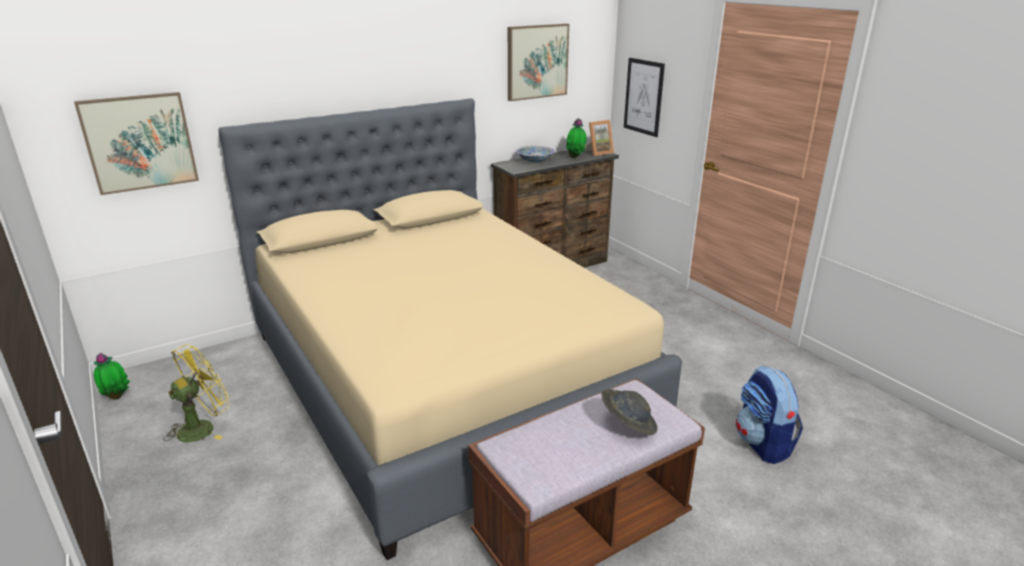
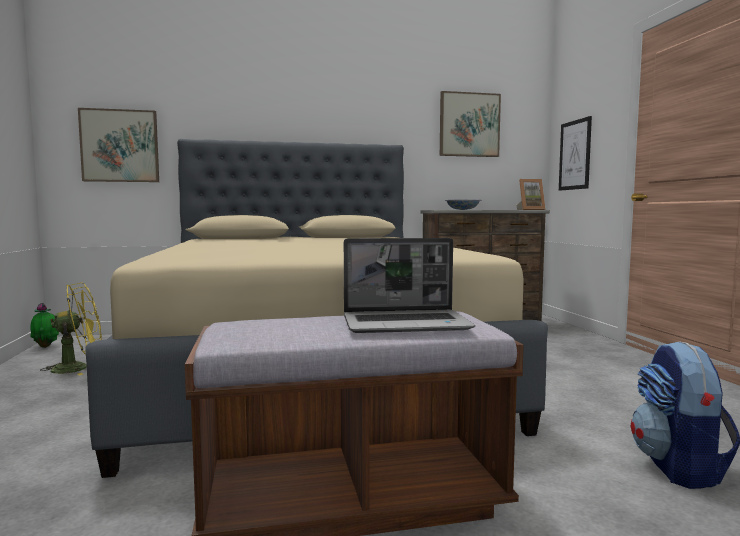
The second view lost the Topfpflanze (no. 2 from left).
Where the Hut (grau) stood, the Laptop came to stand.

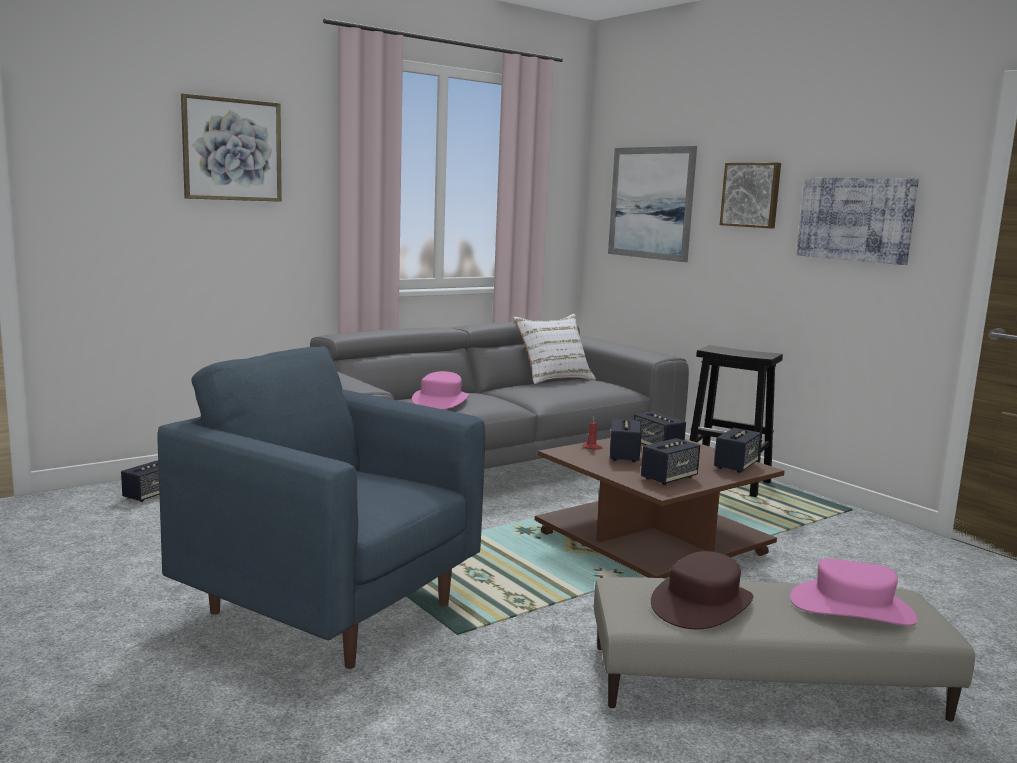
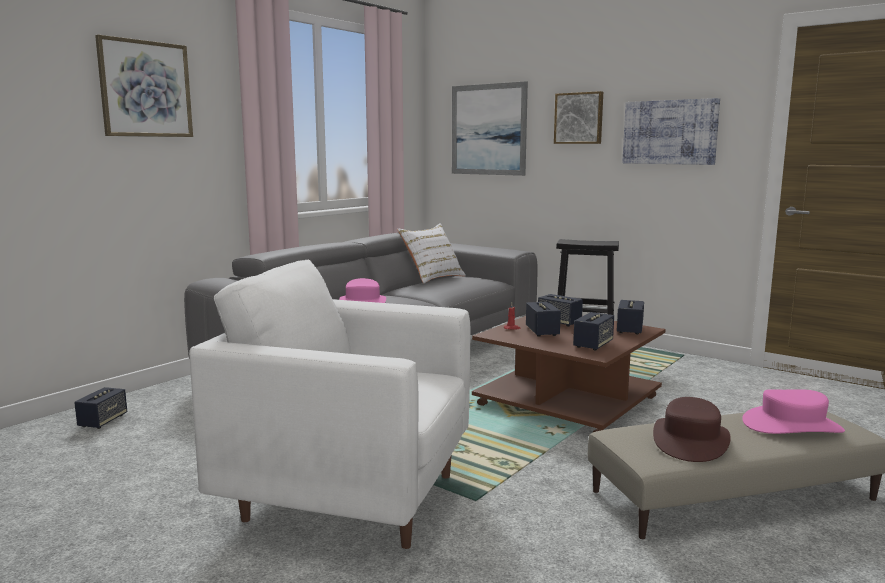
What was the Sessel (blau) turned into the Sessel (weiß).

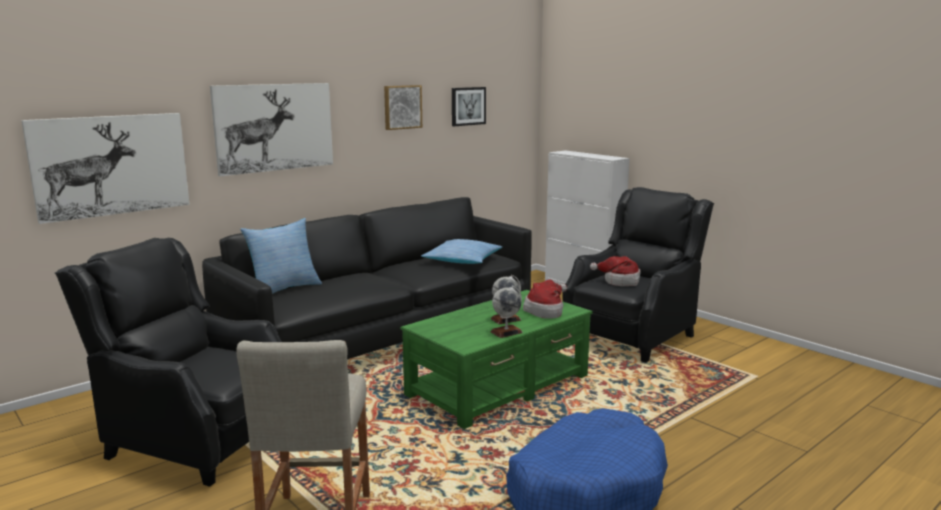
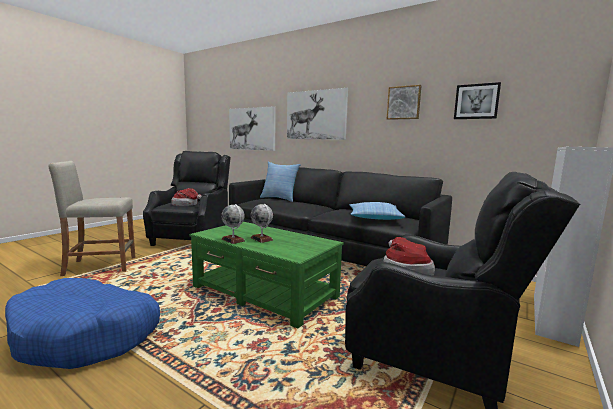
The Hut (no. 1 from left) ended up elsewhere.

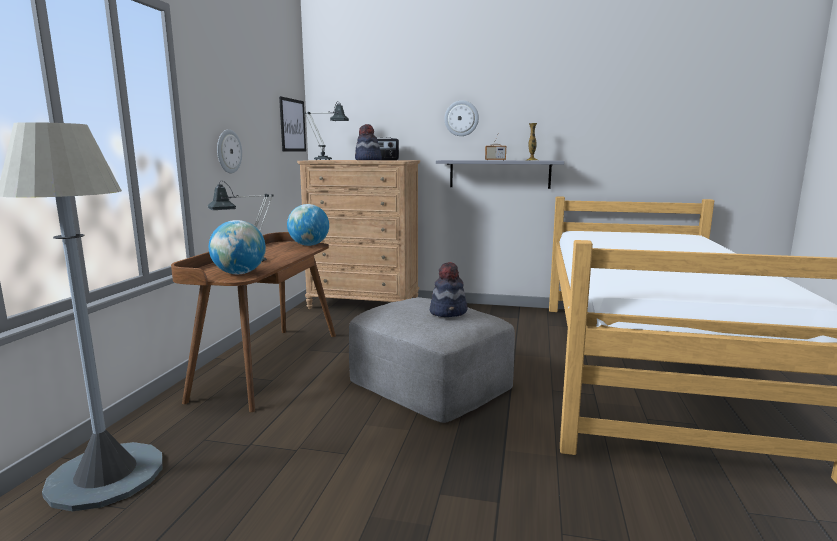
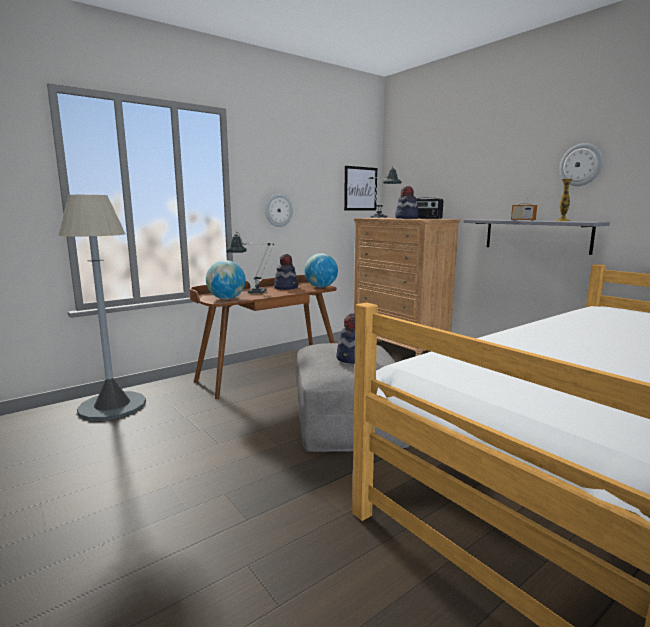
The Wanduhr (no. 2 from left) ended up elsewhere.
The second view gained the Hut (no. 1 from left).

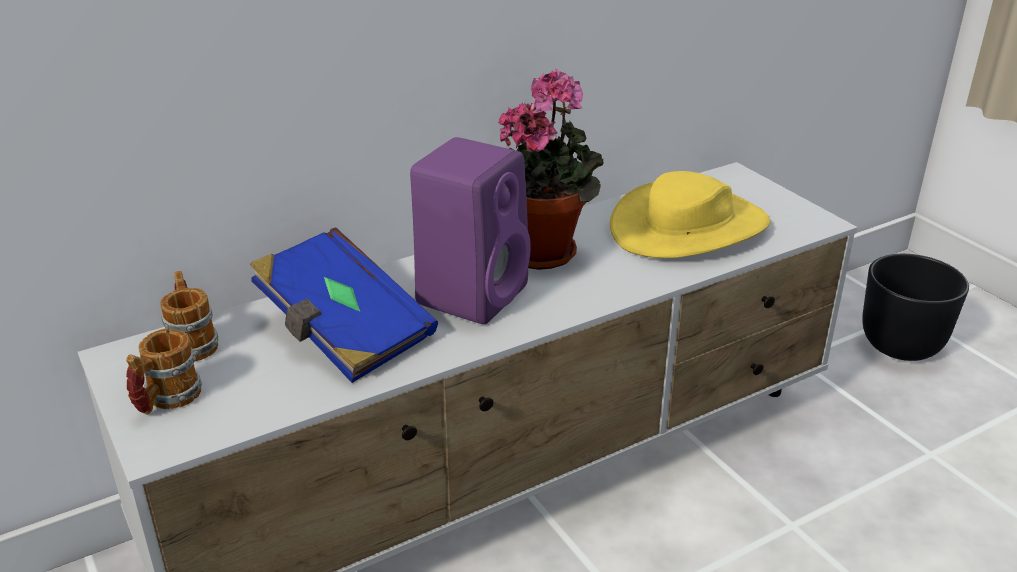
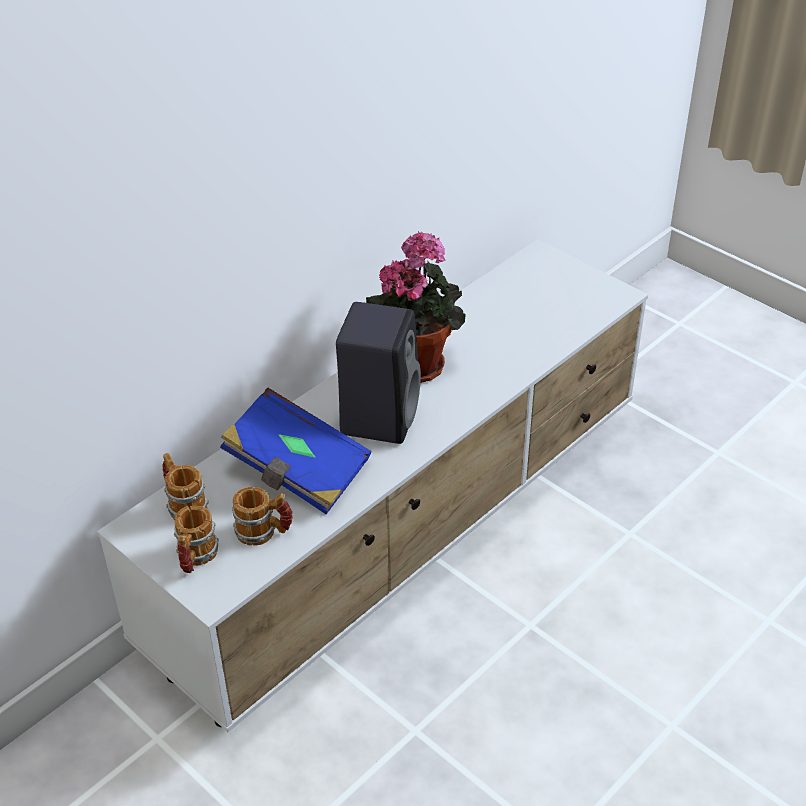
What was the Lautsprecher (lila) turned into the Lautsprecher (schwarz).
The second view lost the Hut (gelb).
The second view lost the Pflanzkübel (schwarz).
The second view gained the Henkelbecher (no. 3 from left).

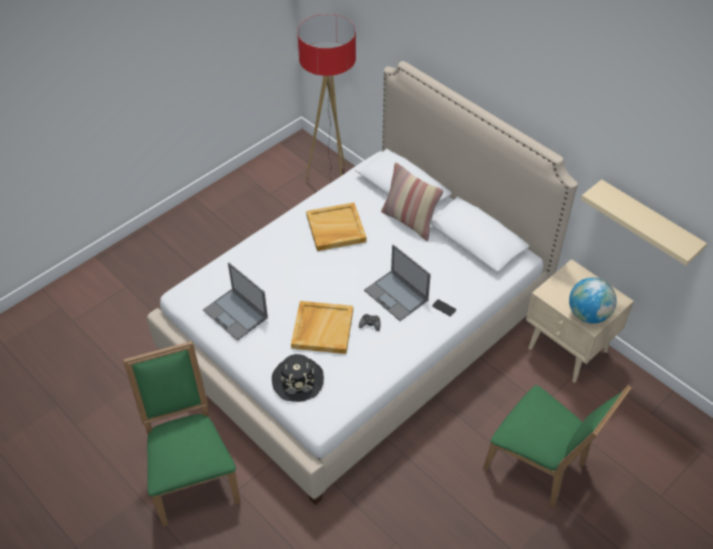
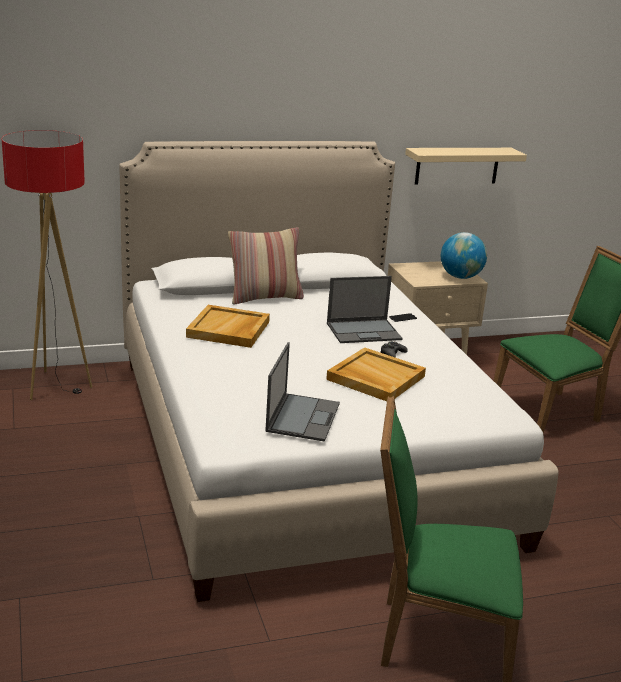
The Laptop (no. 1 from left) ended up facing another way, 60 degrees counterclockwise from before.
The second view lost the Hut (schwarz).

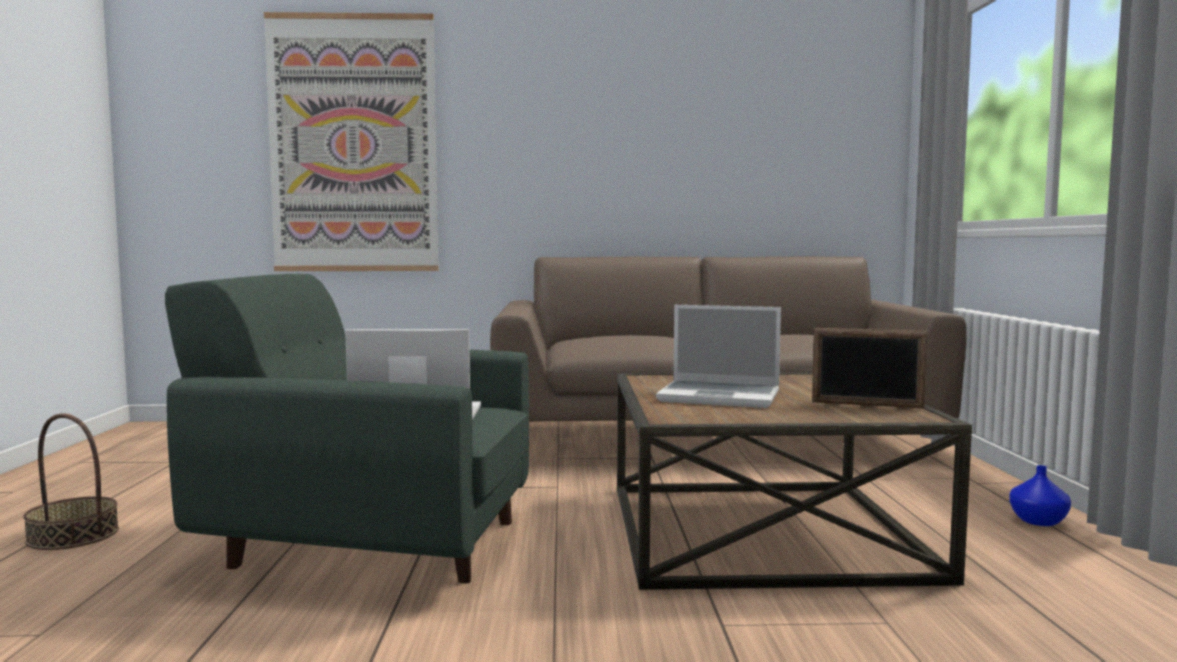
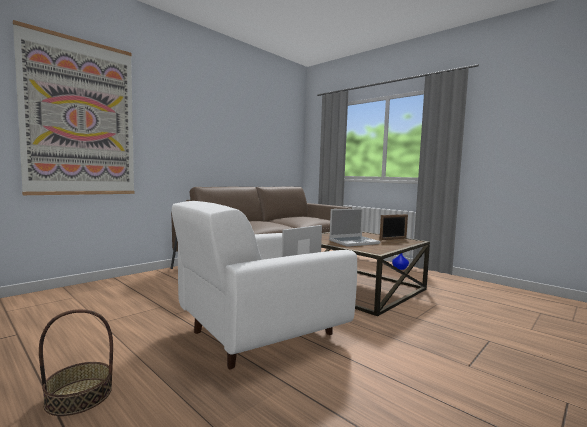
What was the Sessel (grün) turned into the Sessel (weiß).

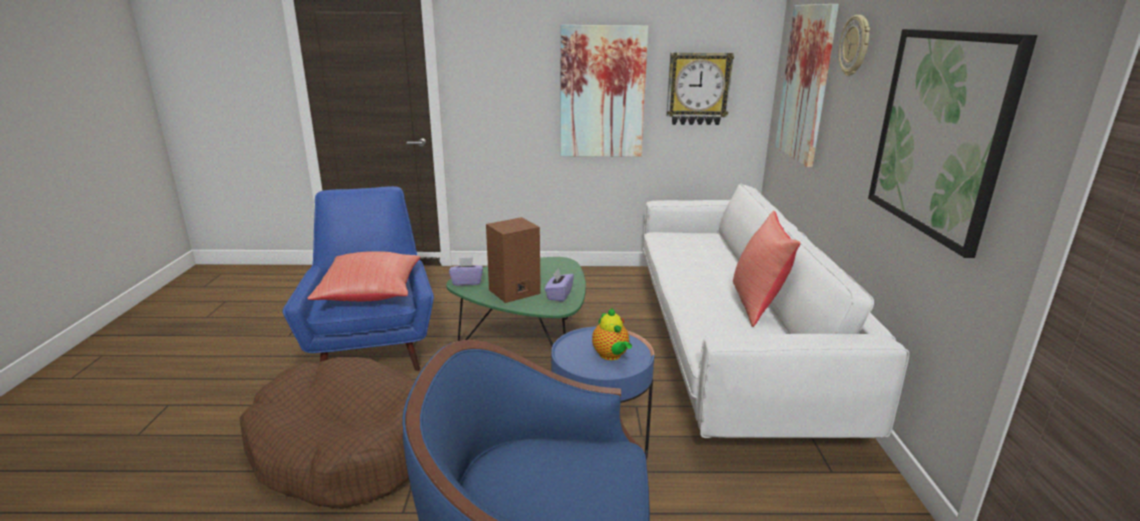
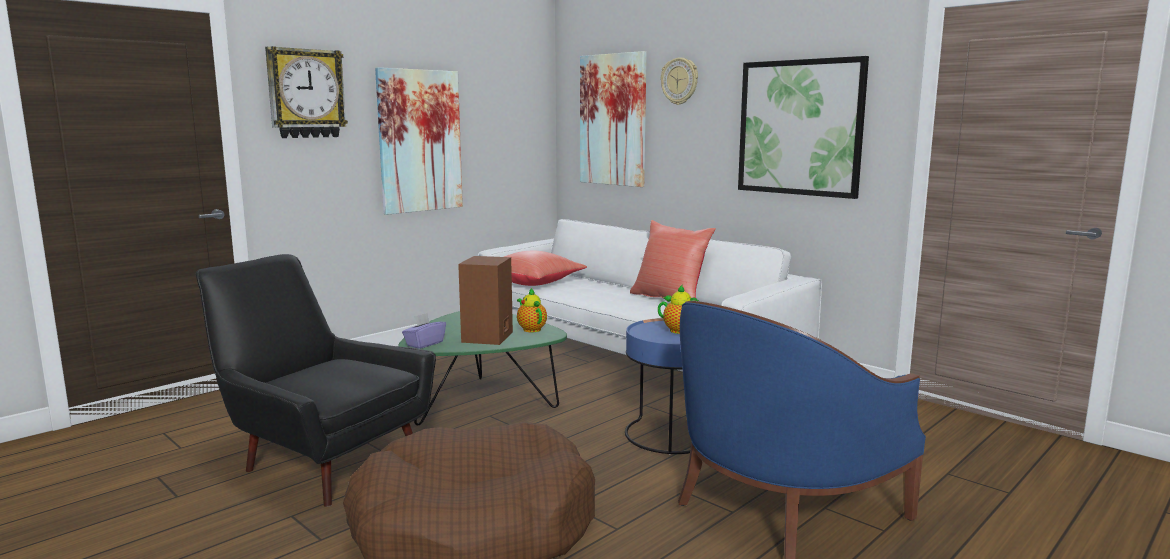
What was the Sessel (blau) (no. 1 from left) turned into the Sessel (schwarz).
The Kissen (rot) (no. 1 from left) ended up elsewhere.
Where the Taschentuchbox (lila) (no. 2 from left) stood, the Teekanne (no. 1 from left) came to stand.
The Wanduhr (no. 1 from left) ended up elsewhere.

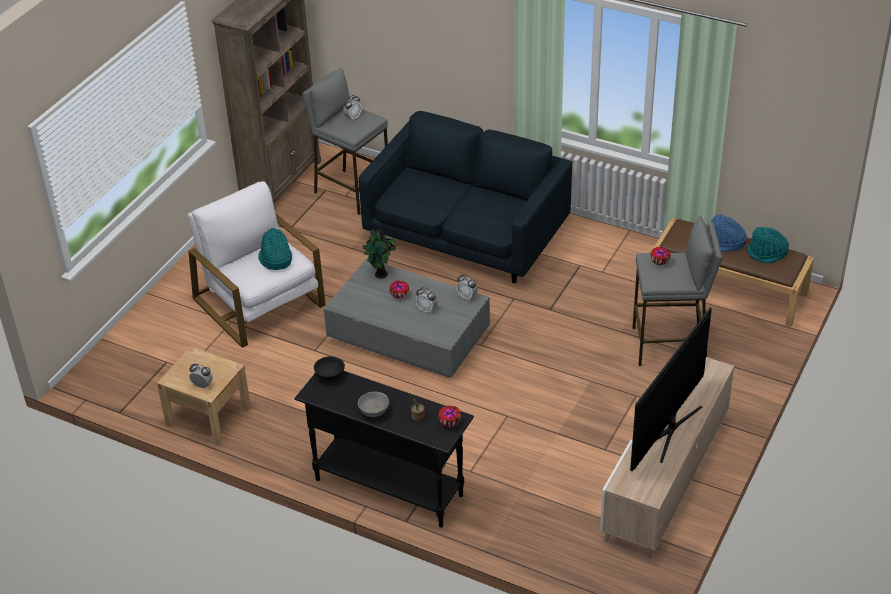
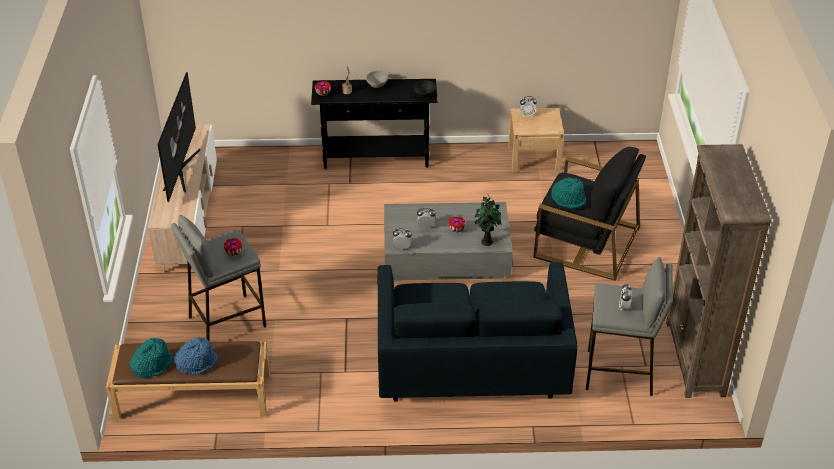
What was the Sessel (weiß) turned into the Sessel (schwarz).

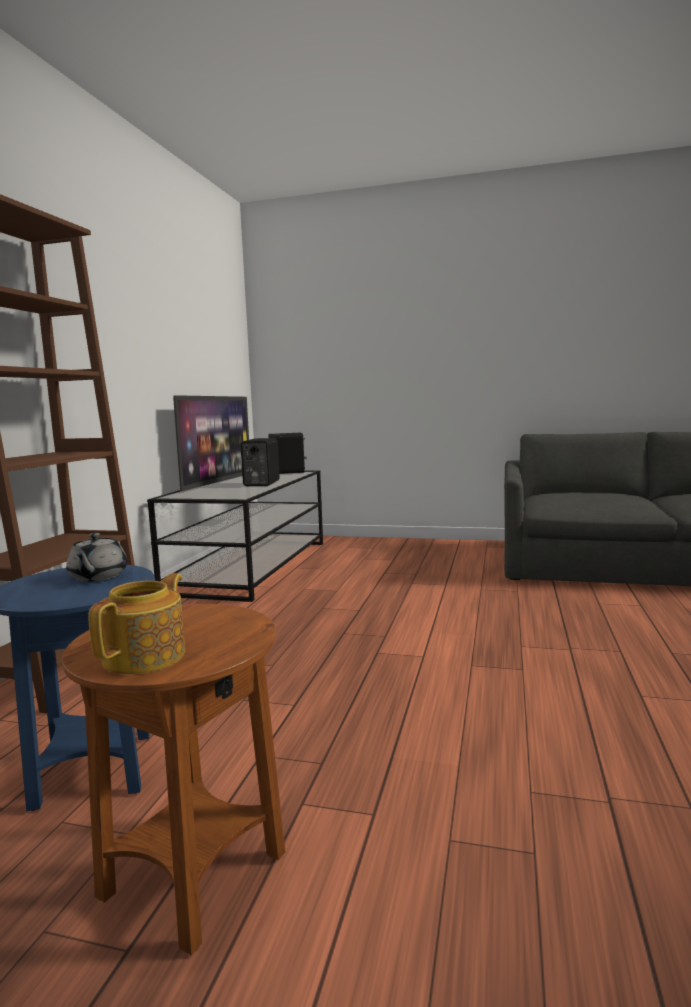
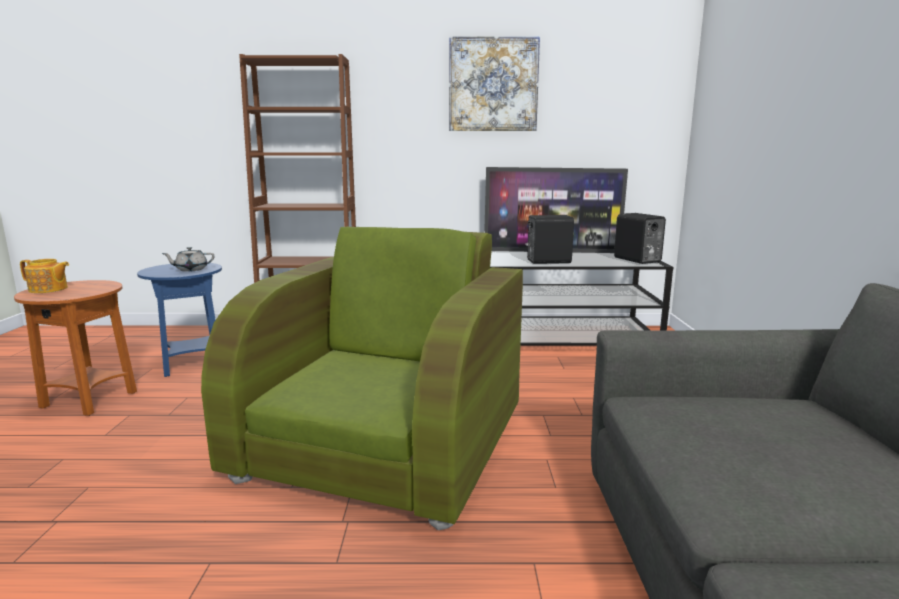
The second view gained the Sessel (grün).
The second view gained the Bild.

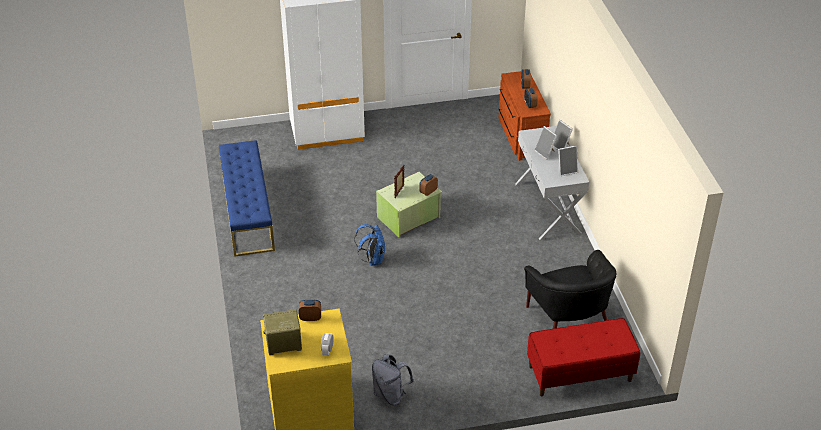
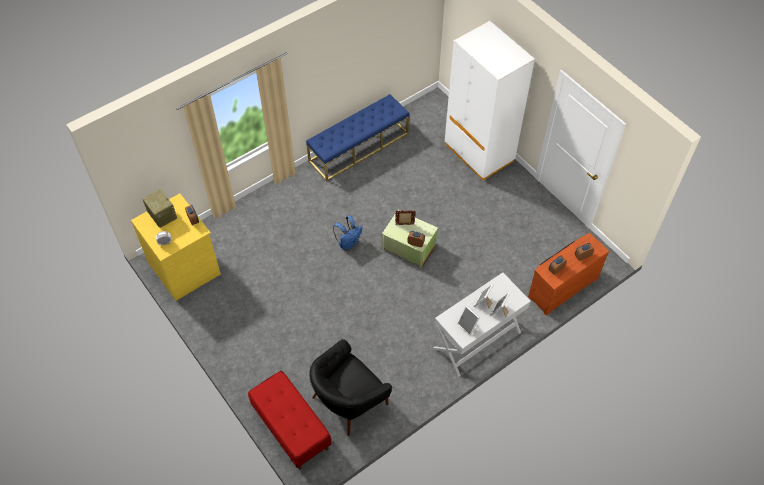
The second view lost the Rucksack (grau).

